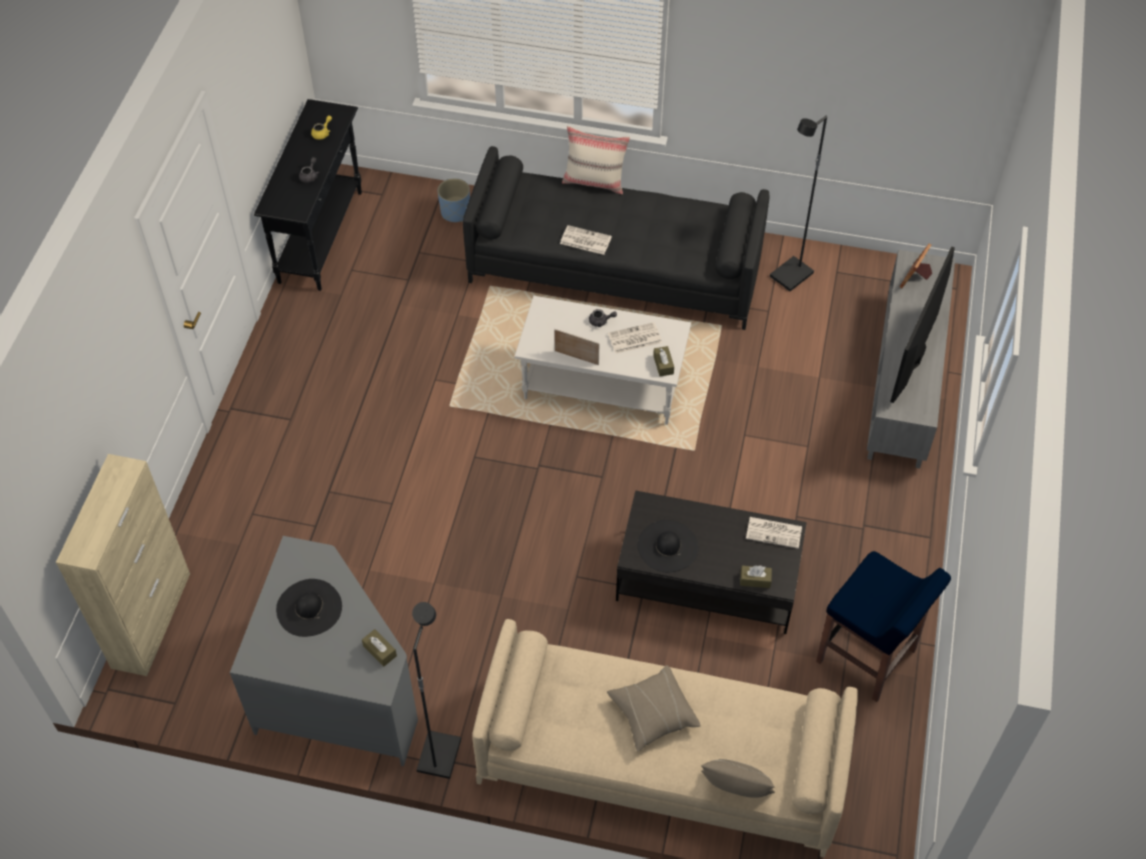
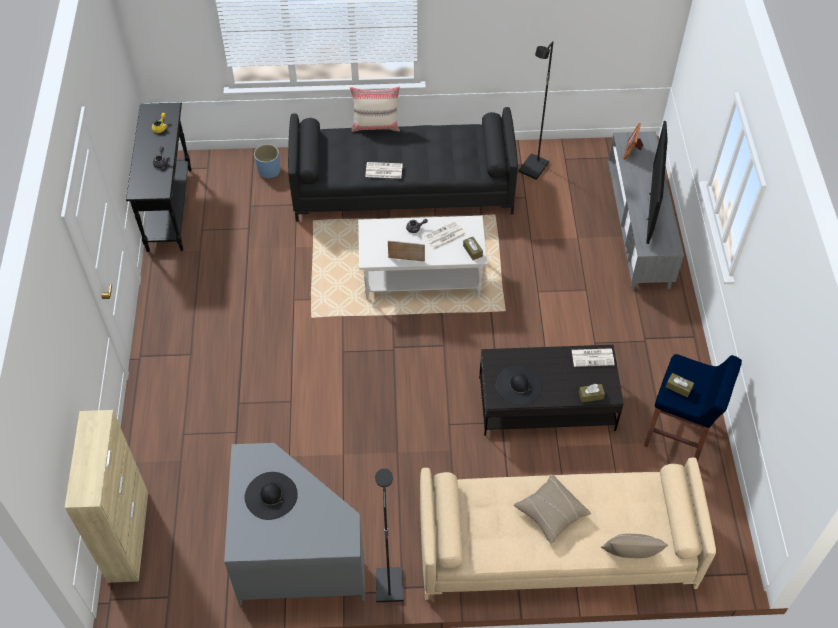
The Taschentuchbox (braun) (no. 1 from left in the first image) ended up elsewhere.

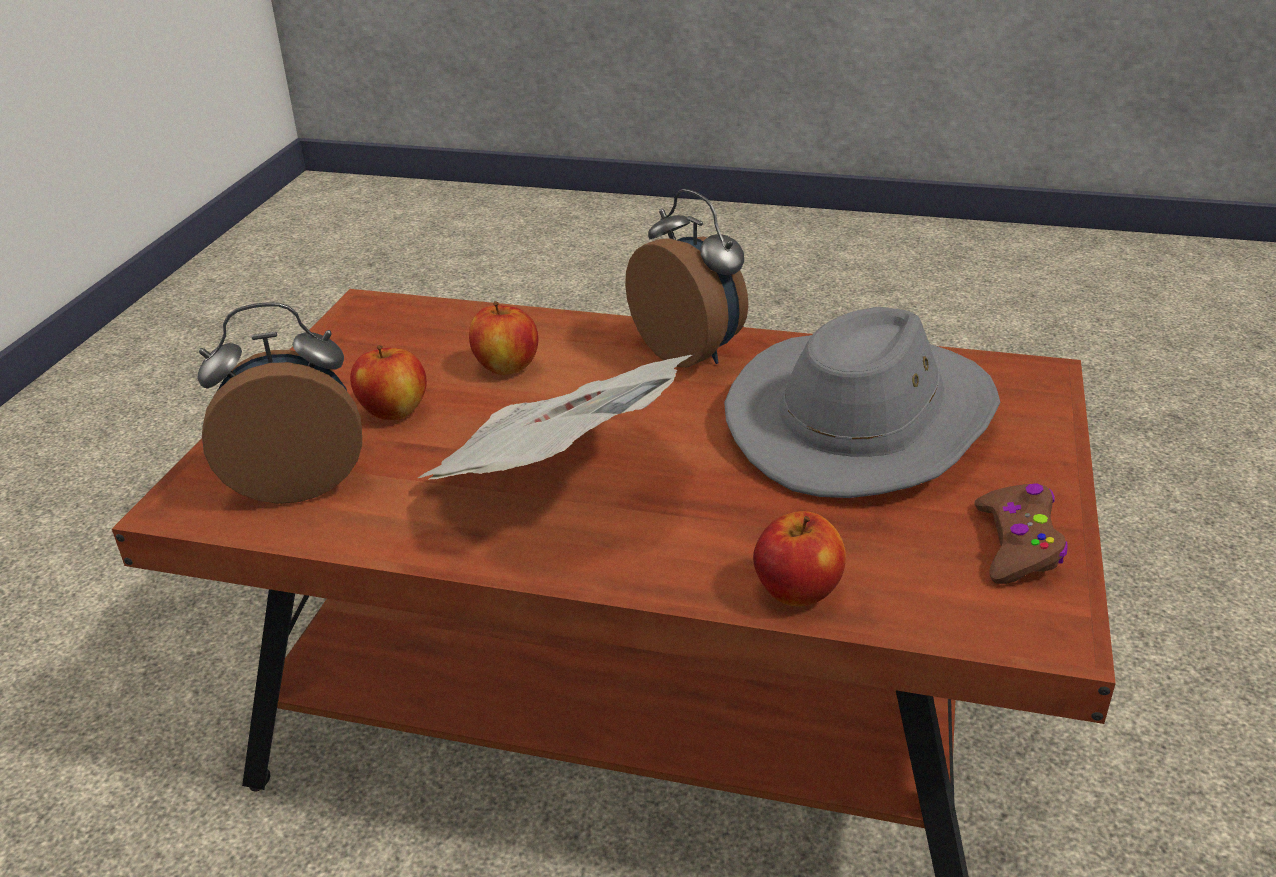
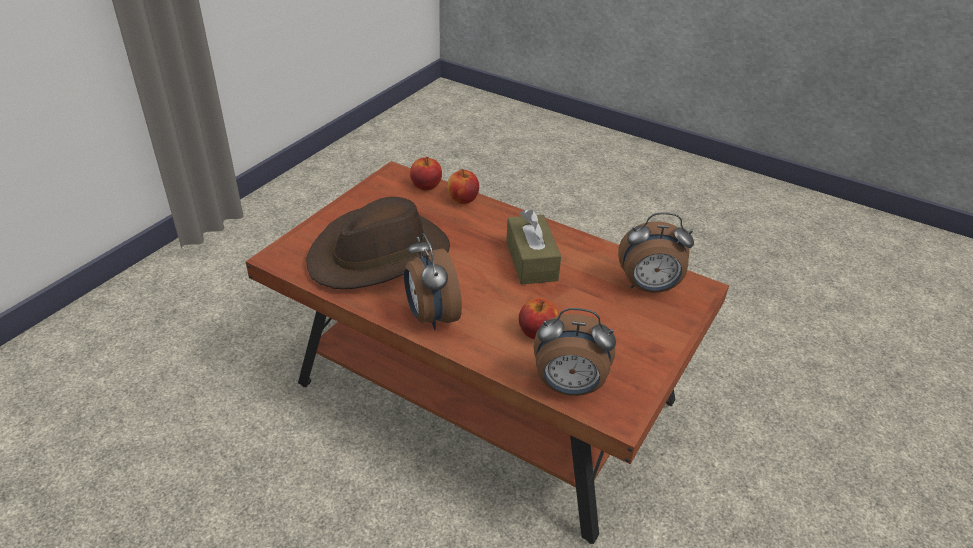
The Apfel (no. 1 from left) ended up elsewhere.
Where the Zeitung stood, the Taschentuchbox (braun) came to stand.
What was the Hut (grau) turned into the Hut (braun).
The second view lost the Gamepad (braun).
The second view gained the Wecker (no. 2 from left).

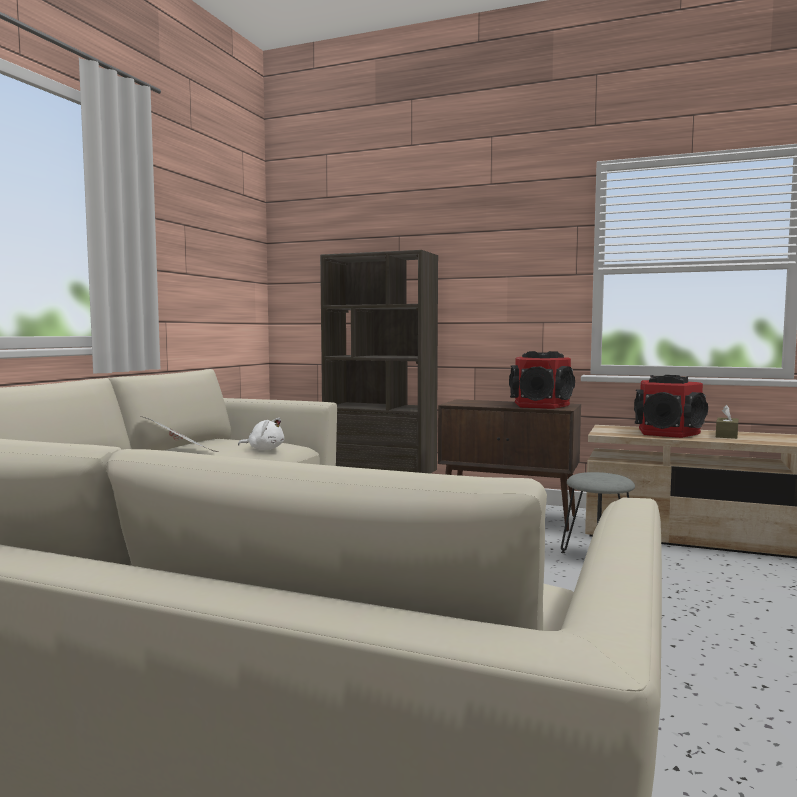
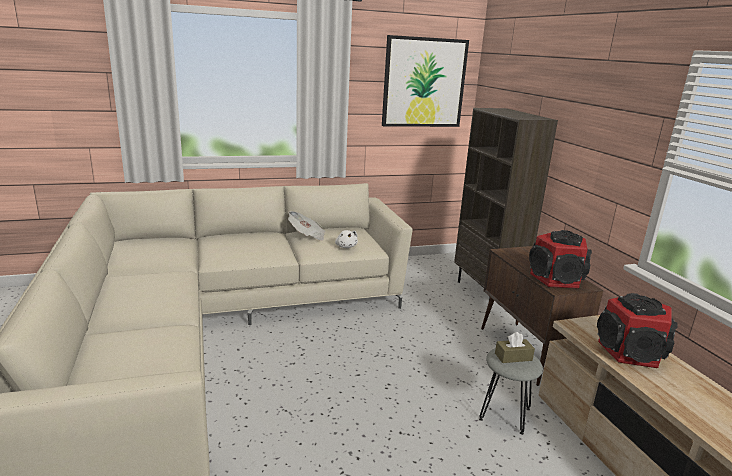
The Taschentuchbox (braun) ended up elsewhere.
The second view gained the Bild.

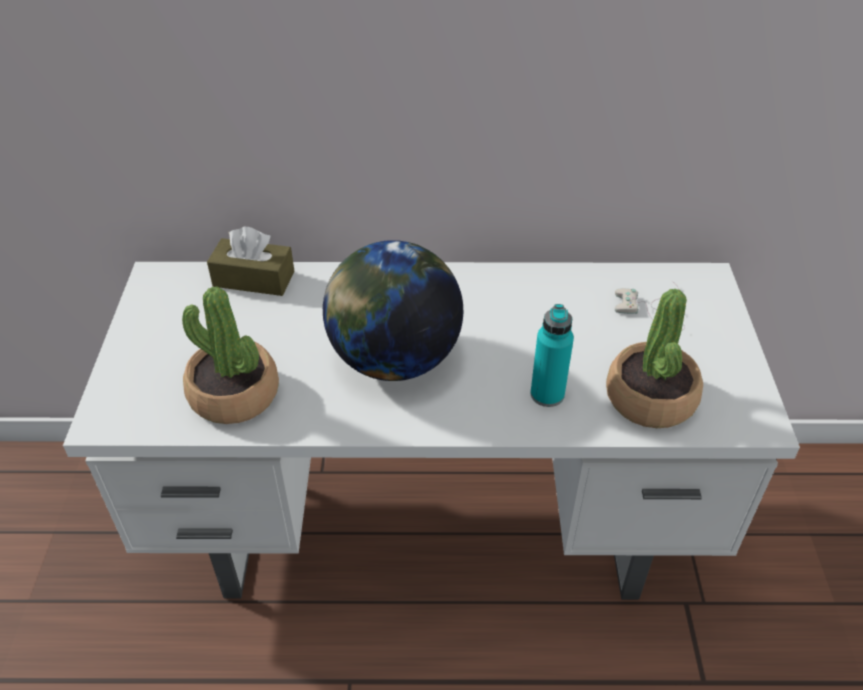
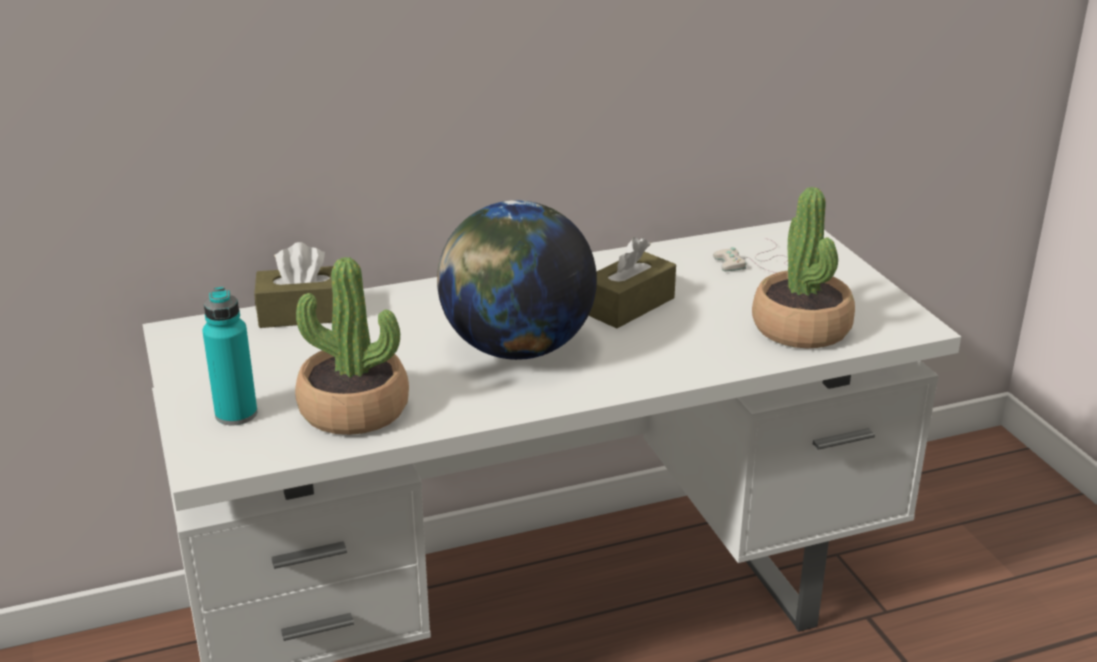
The Flasche (türkis) ended up elsewhere.
The second view gained the Taschentuchbox (braun) (no. 2 from left).

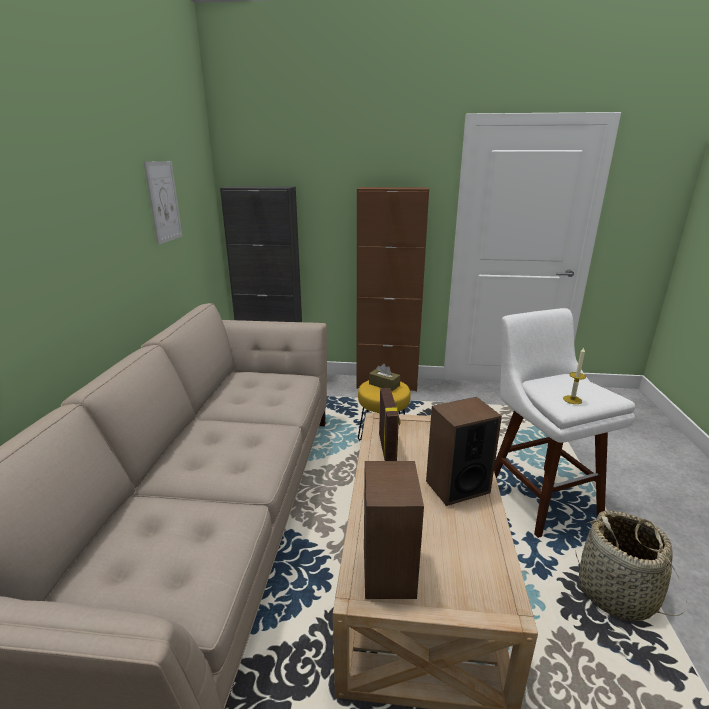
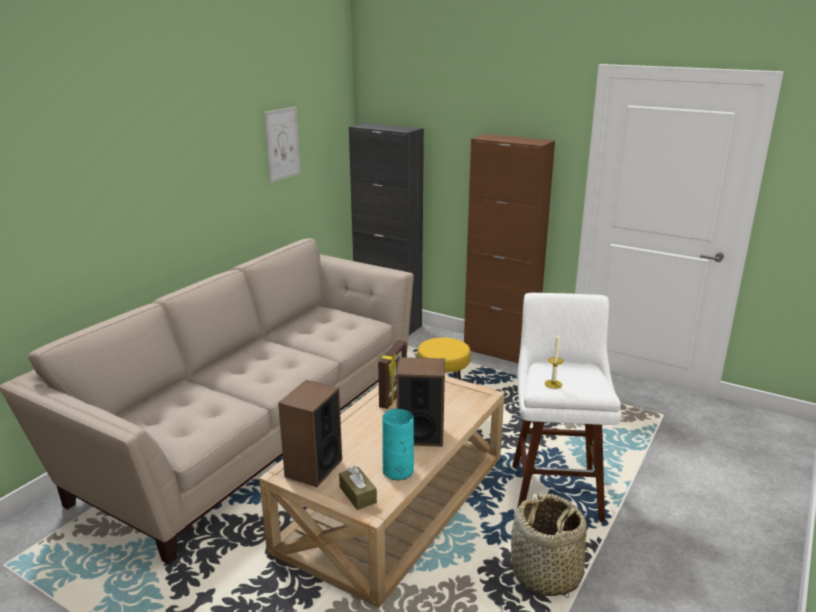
The Taschentuchbox (braun) ended up elsewhere.
The second view gained the Vase (türkis).

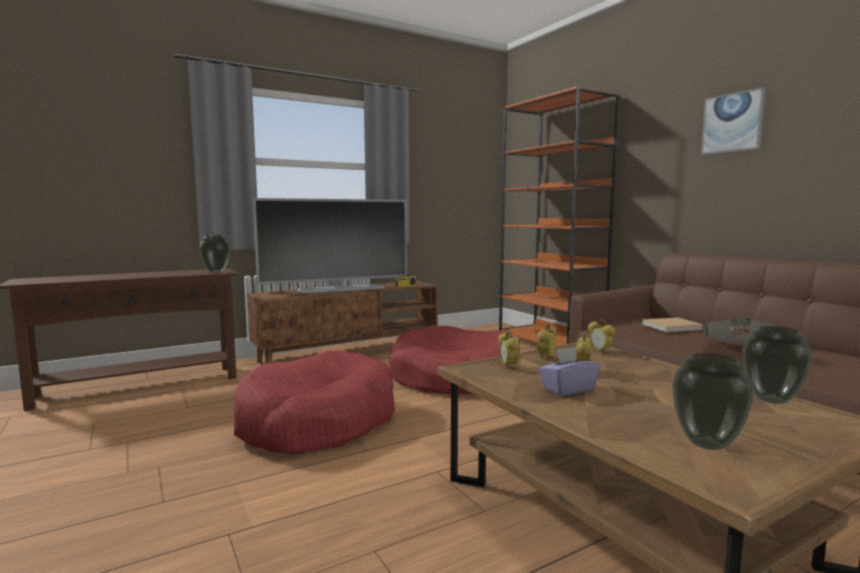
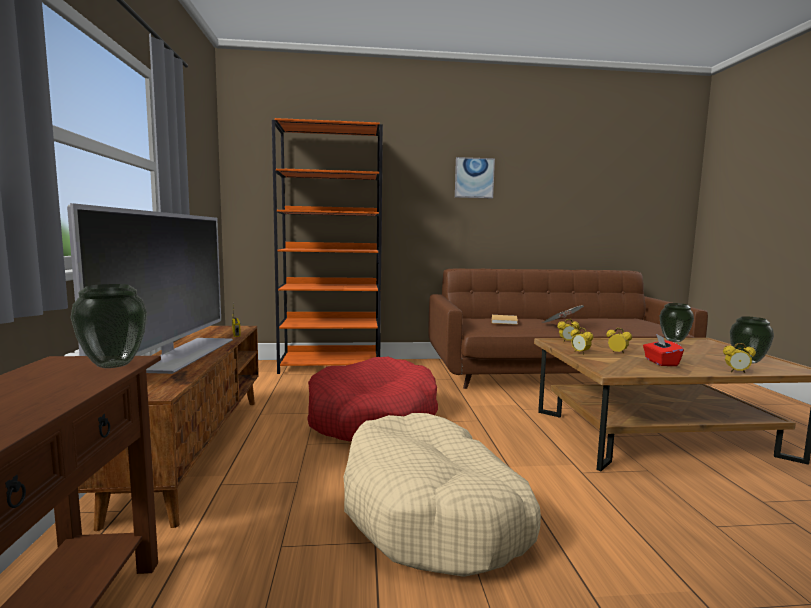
What was the Hundebett (rot) (no. 1 from left) turned into the Hundebett (beige).
The Wecker (no. 1 from left in the first image) ended up elsewhere.
What was the Taschentuchbox (lila) turned into the Taschentuchbox (rot).

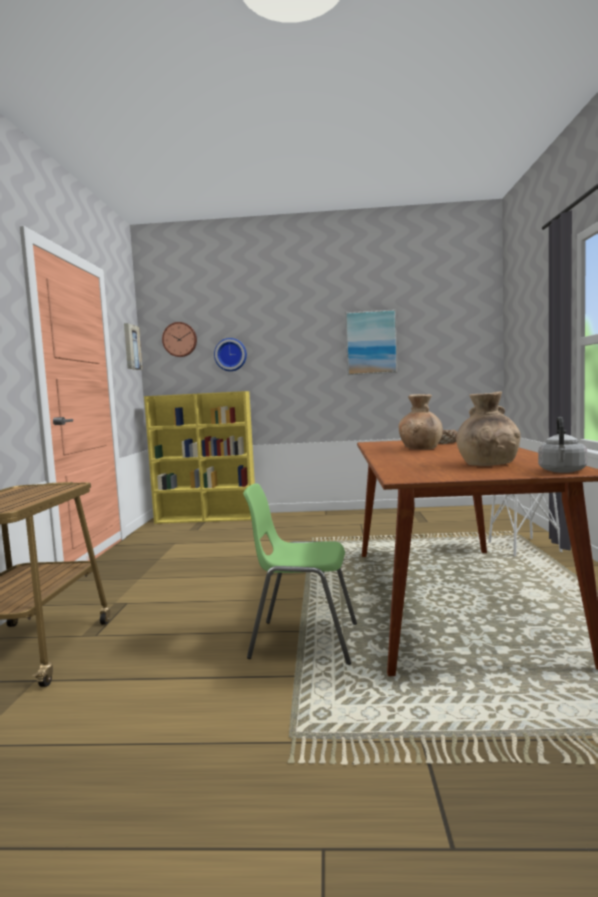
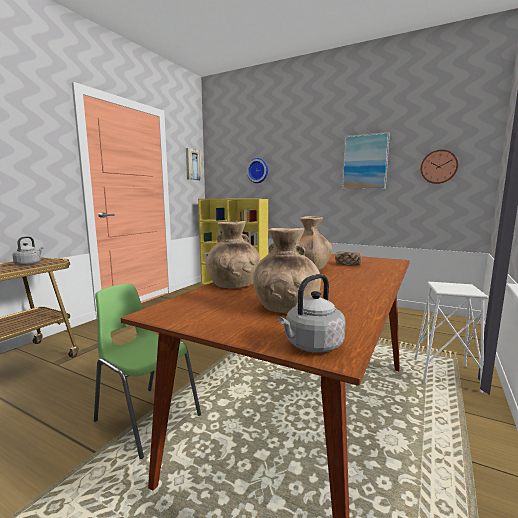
The Wanduhr (no. 1 from left in the first image) ended up elsewhere.
The second view gained the Wasserkessel (grau) (no. 1 from left).
The second view gained the Vase (braun) (no. 1 from left).

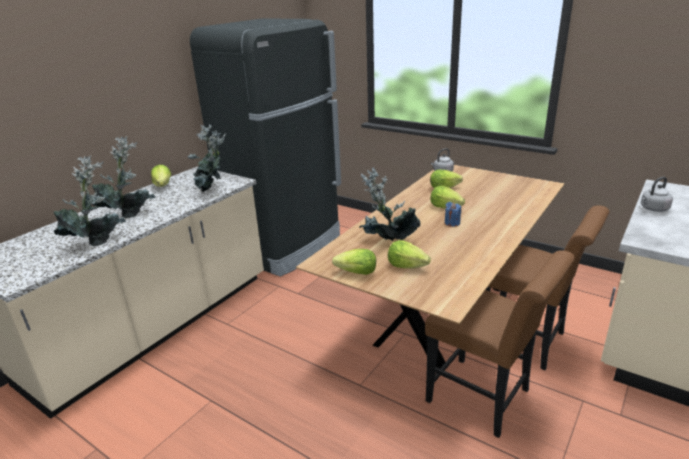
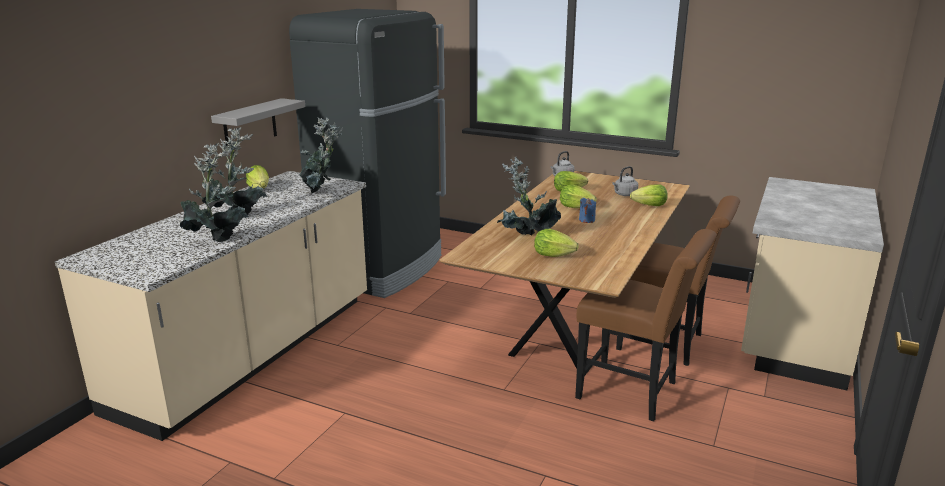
The Salatkopf (no. 2 from left in the first image) ended up elsewhere.
The Wasserkessel (grau) (no. 2 from left) ended up elsewhere.
The second view gained the Wandregal (grau).

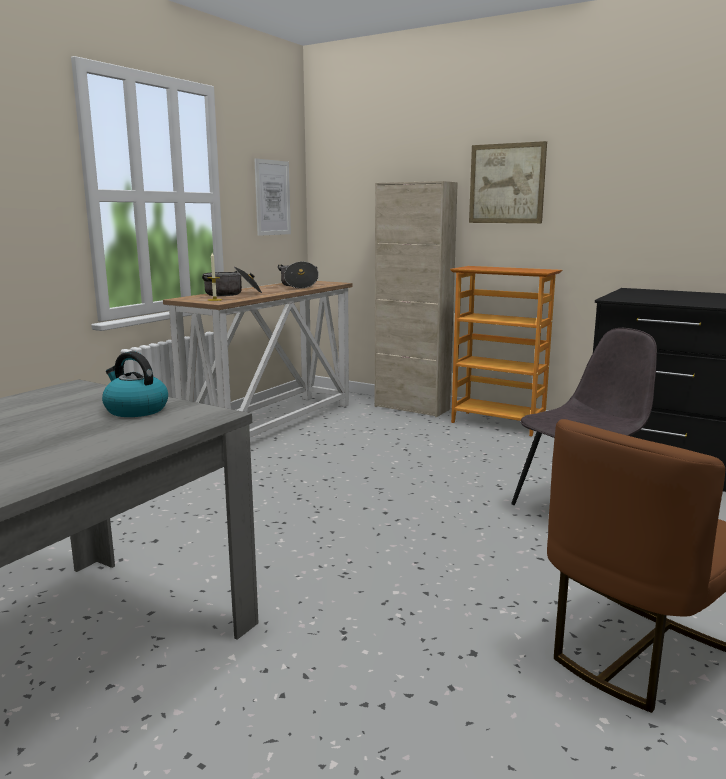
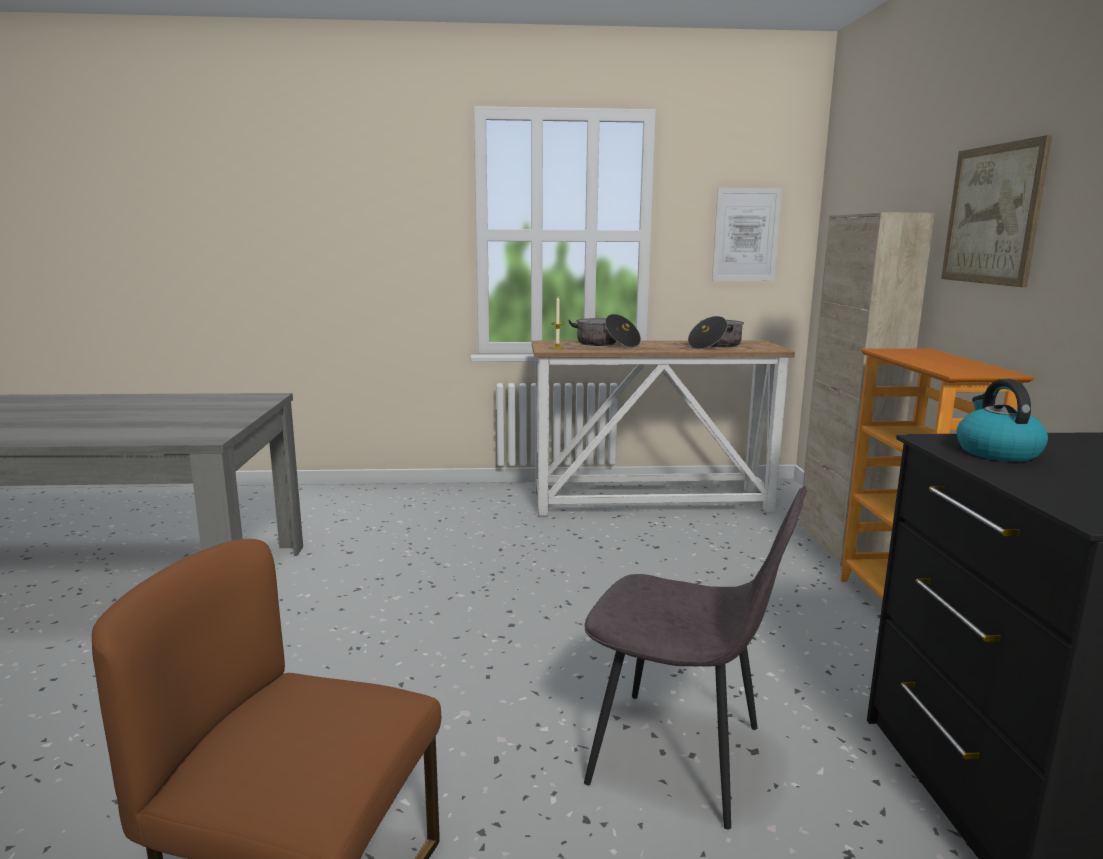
The Wasserkessel ended up elsewhere.

